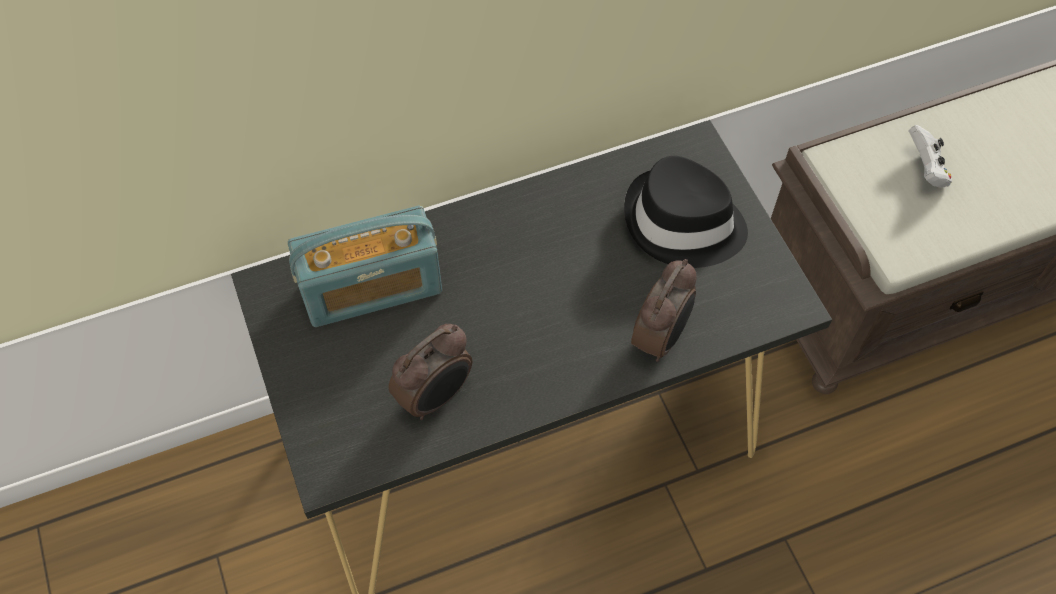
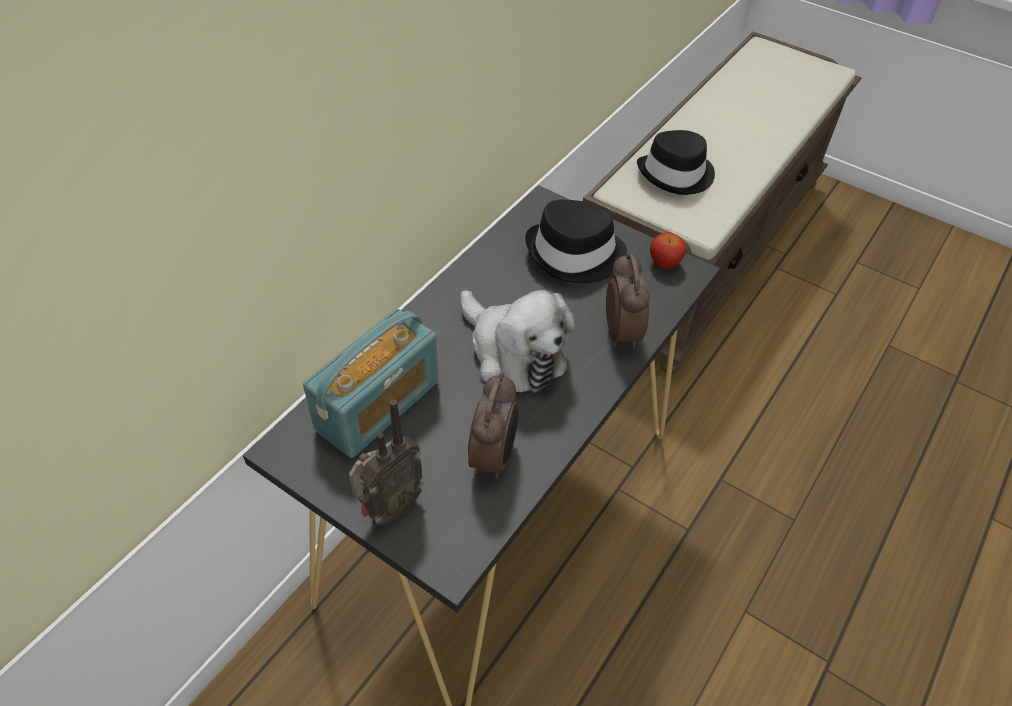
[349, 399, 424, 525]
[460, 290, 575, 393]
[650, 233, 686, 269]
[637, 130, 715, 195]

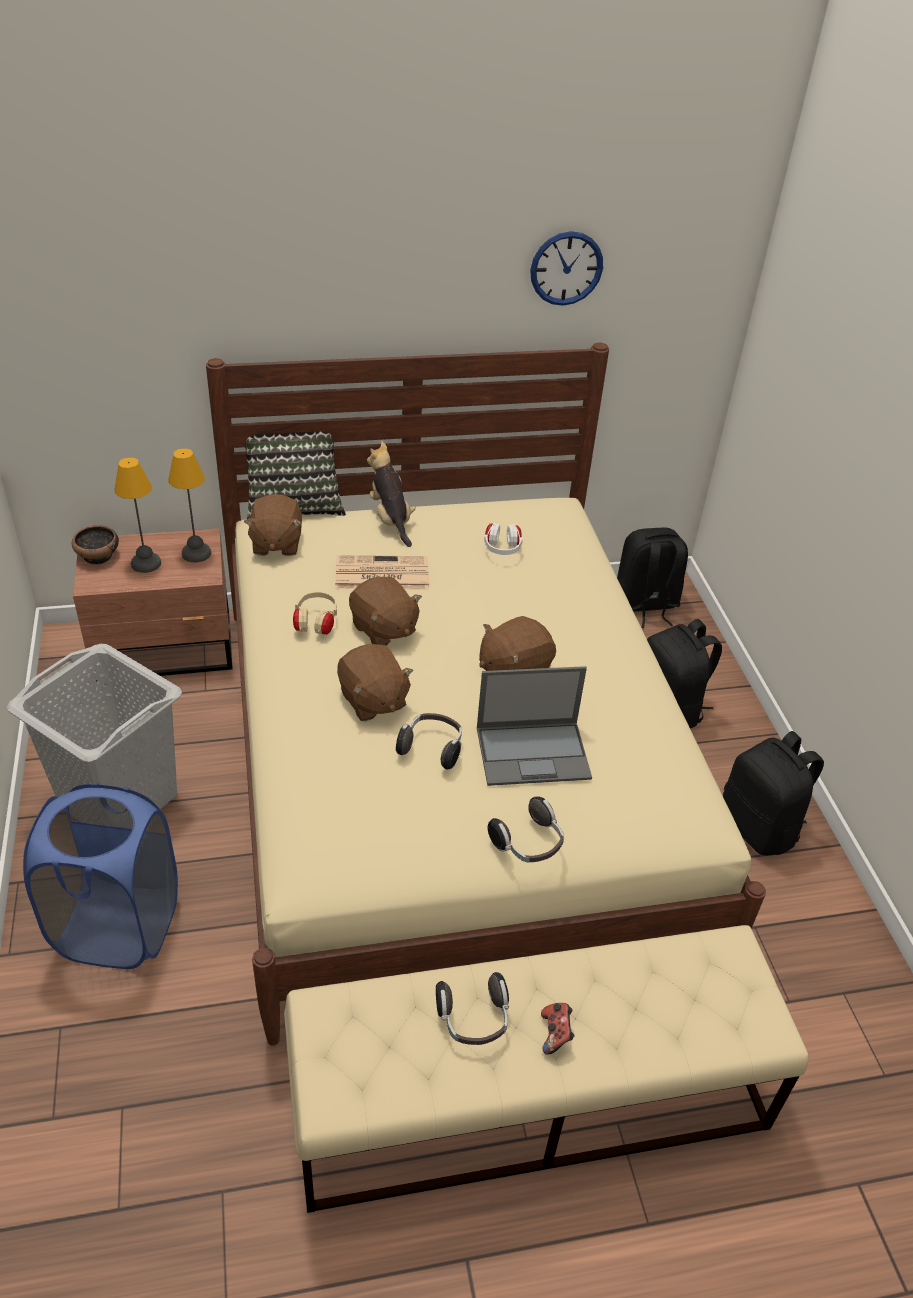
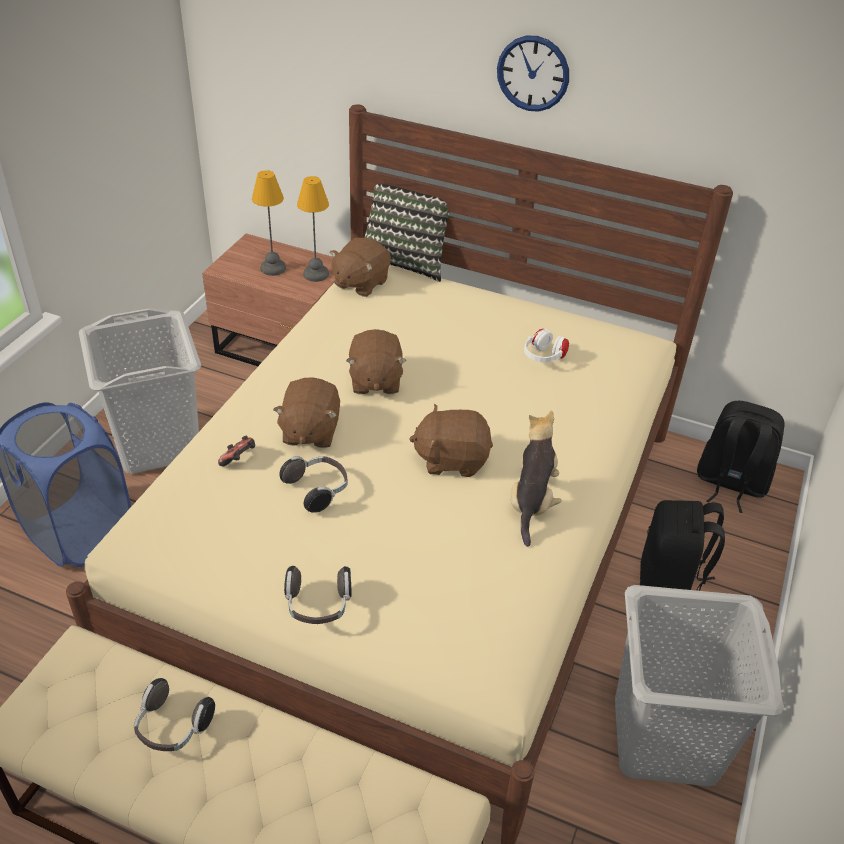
[72, 525, 119, 565] (first image)
[293, 592, 337, 635] (first image)
[335, 555, 429, 590] (first image)
[477, 666, 592, 786] (first image)
[511, 410, 561, 547]
[497, 36, 569, 112]
[218, 435, 255, 466]
[615, 585, 784, 786]

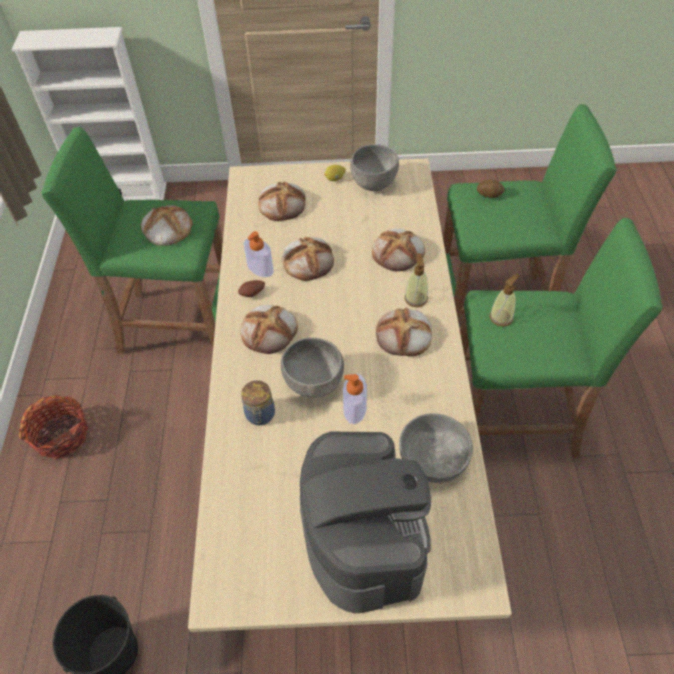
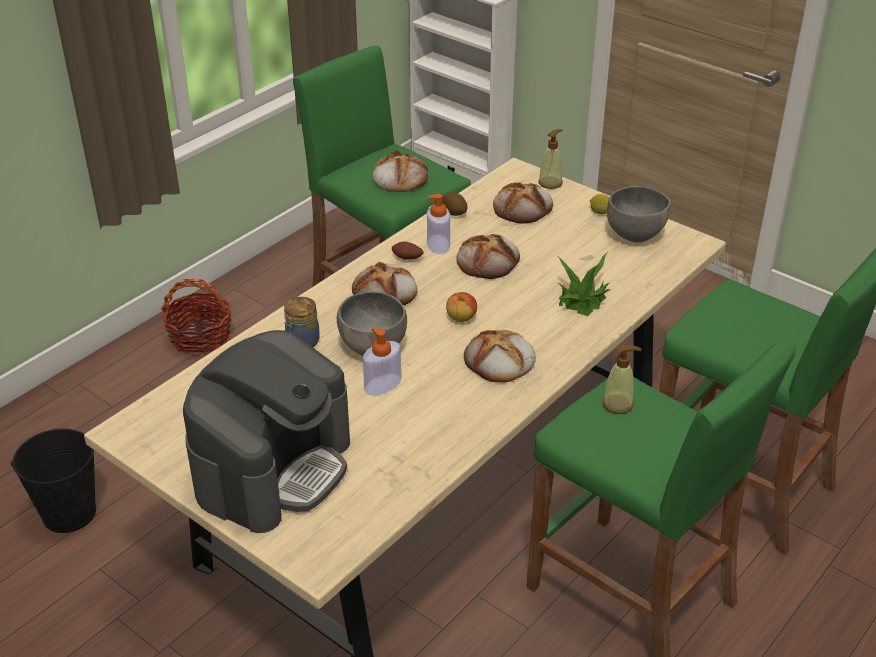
[399, 413, 473, 483] (first image)
[446, 292, 477, 322]
[538, 129, 563, 189]
[442, 192, 468, 216]
[558, 253, 611, 316]

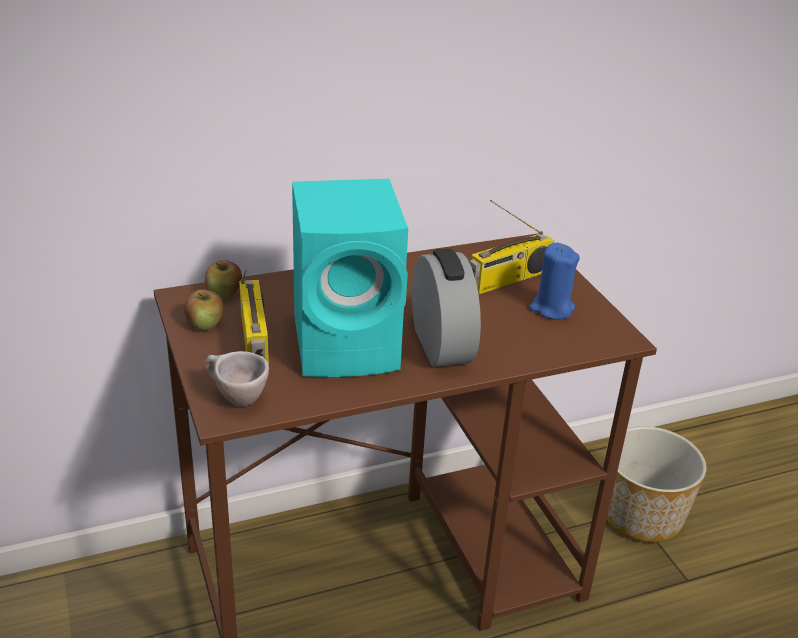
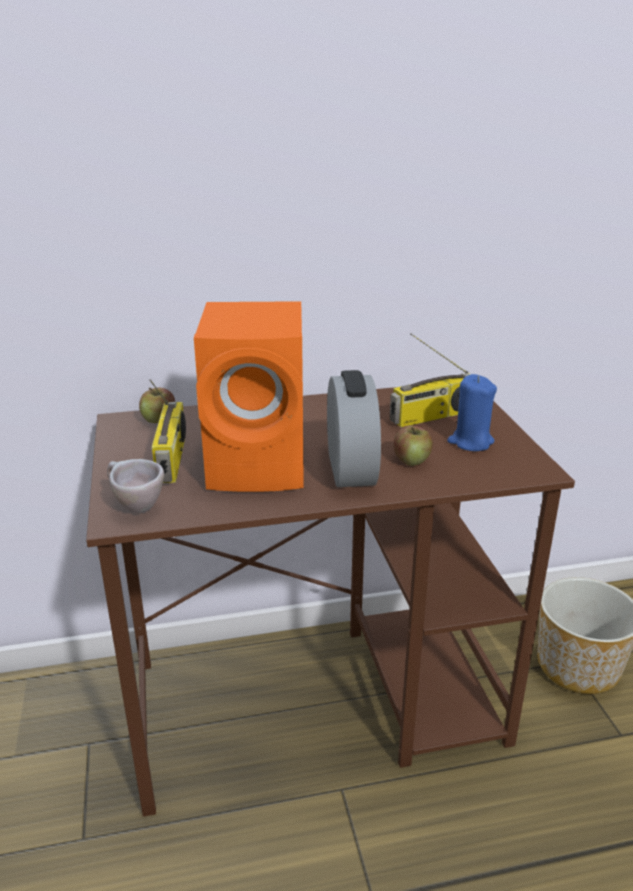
[394, 425, 433, 466]
[194, 301, 304, 492]

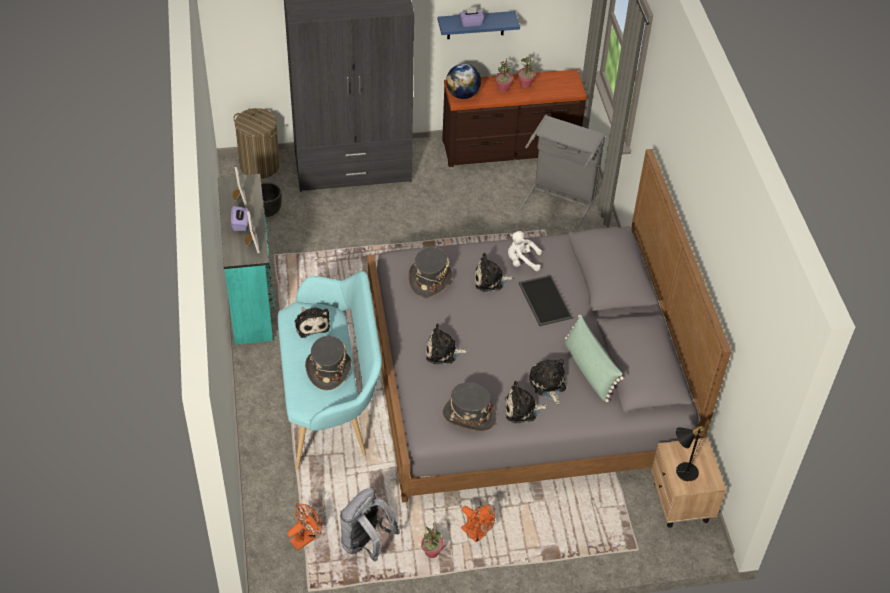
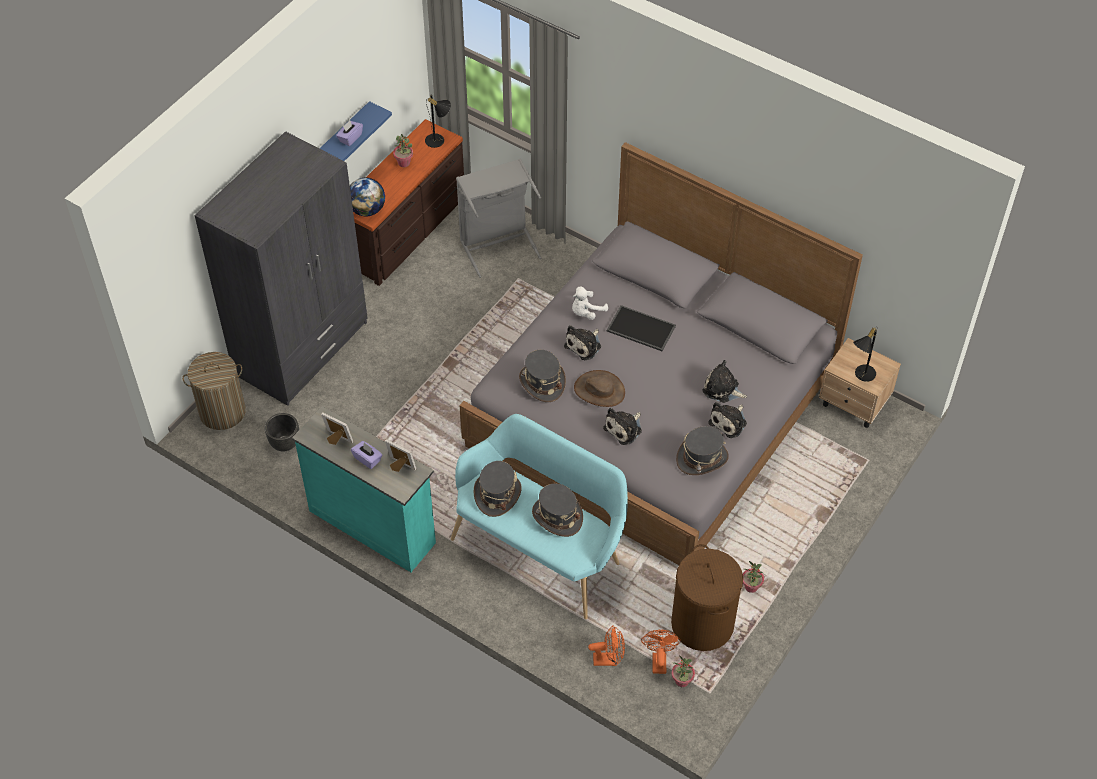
[565, 315, 624, 402] (first image)
[425, 94, 451, 148]
[574, 370, 625, 407]
[588, 625, 625, 666]
[671, 655, 695, 687]
[474, 461, 522, 517]
[671, 544, 743, 651]

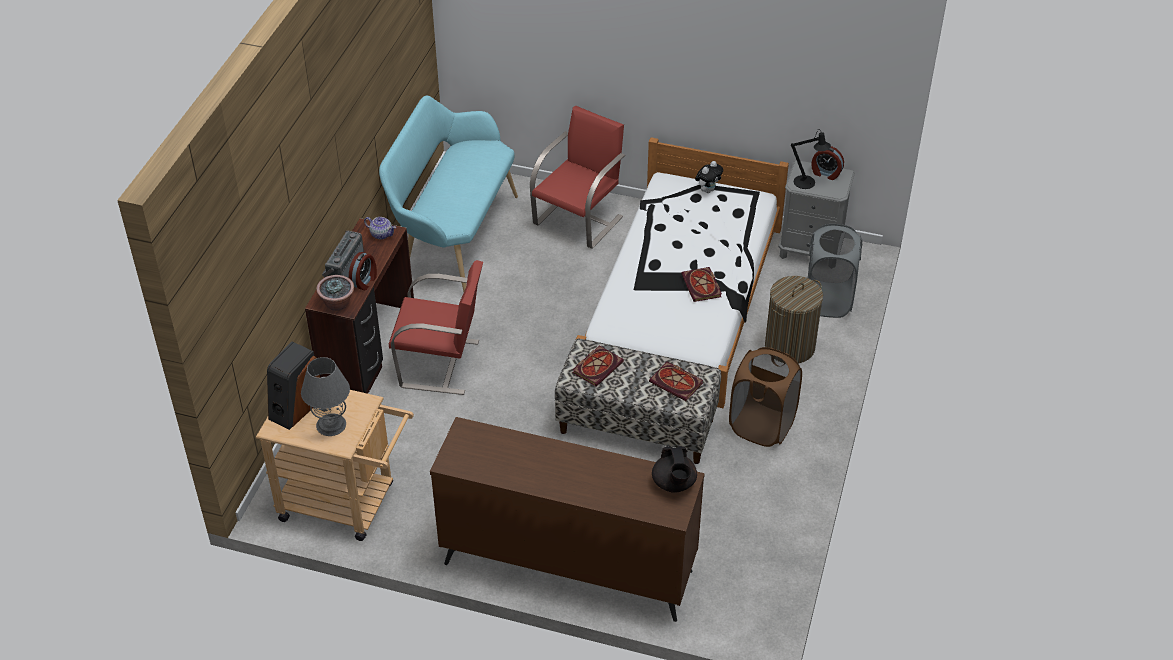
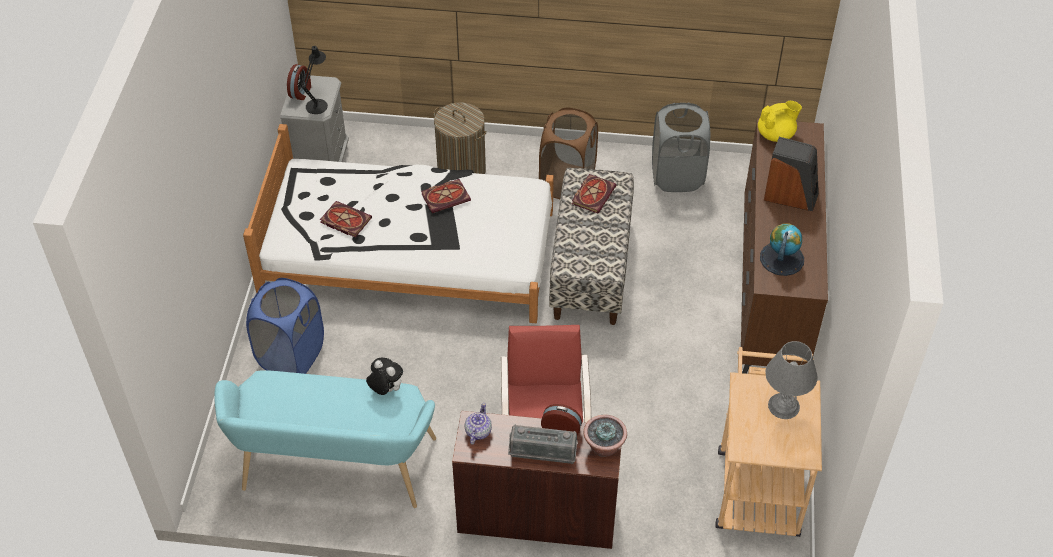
[760, 224, 804, 276]
[764, 137, 819, 211]
[320, 201, 372, 238]
[366, 358, 403, 395]
[652, 102, 710, 192]
[246, 278, 324, 374]
[758, 101, 802, 142]

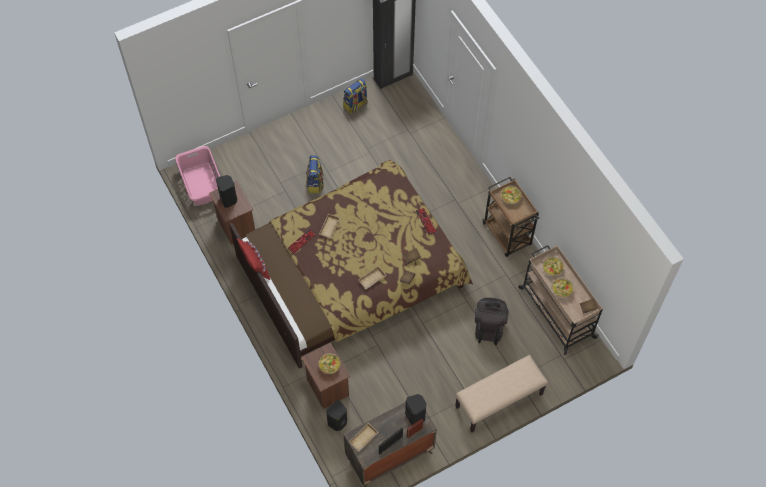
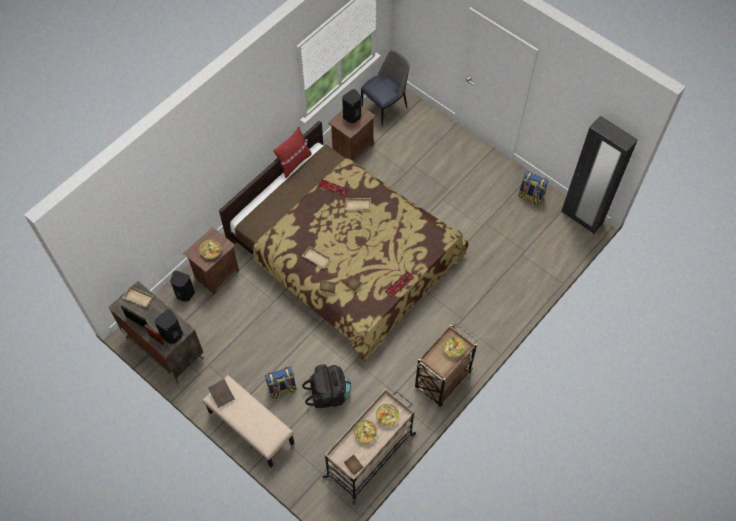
[208, 379, 235, 408]
[265, 367, 297, 399]
[361, 50, 410, 127]

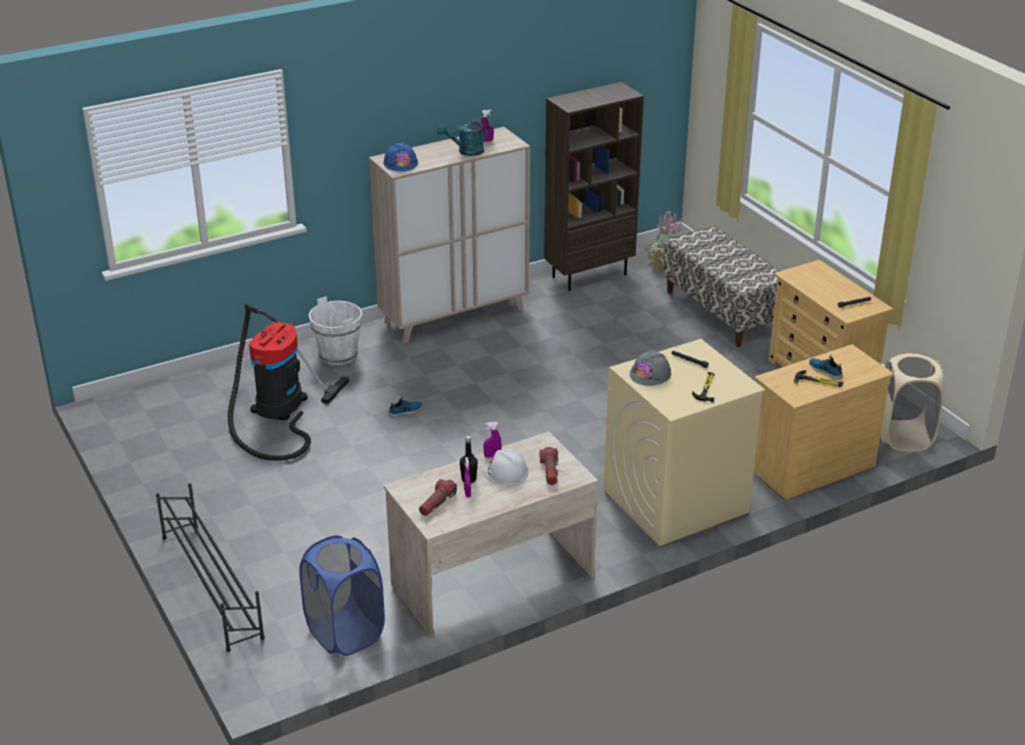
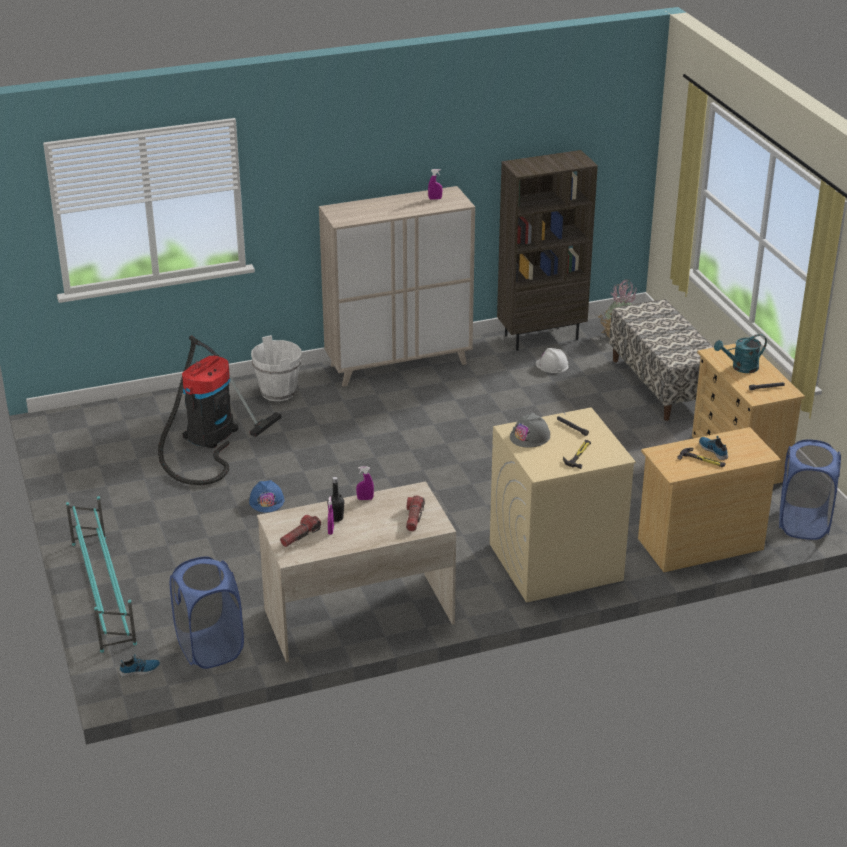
[249, 480, 285, 513]
[119, 654, 160, 677]
[714, 334, 767, 373]
[536, 348, 569, 373]
[66, 496, 137, 653]
[779, 440, 841, 540]

